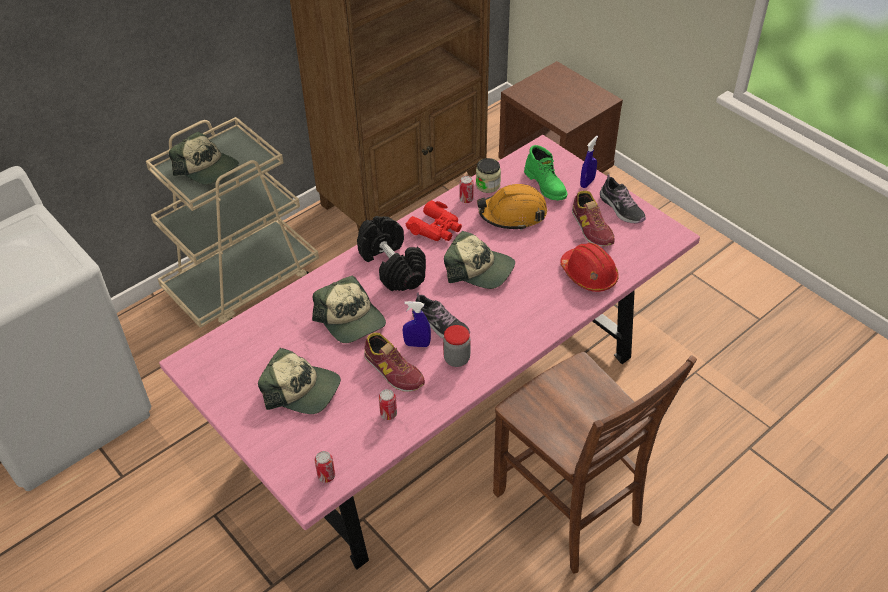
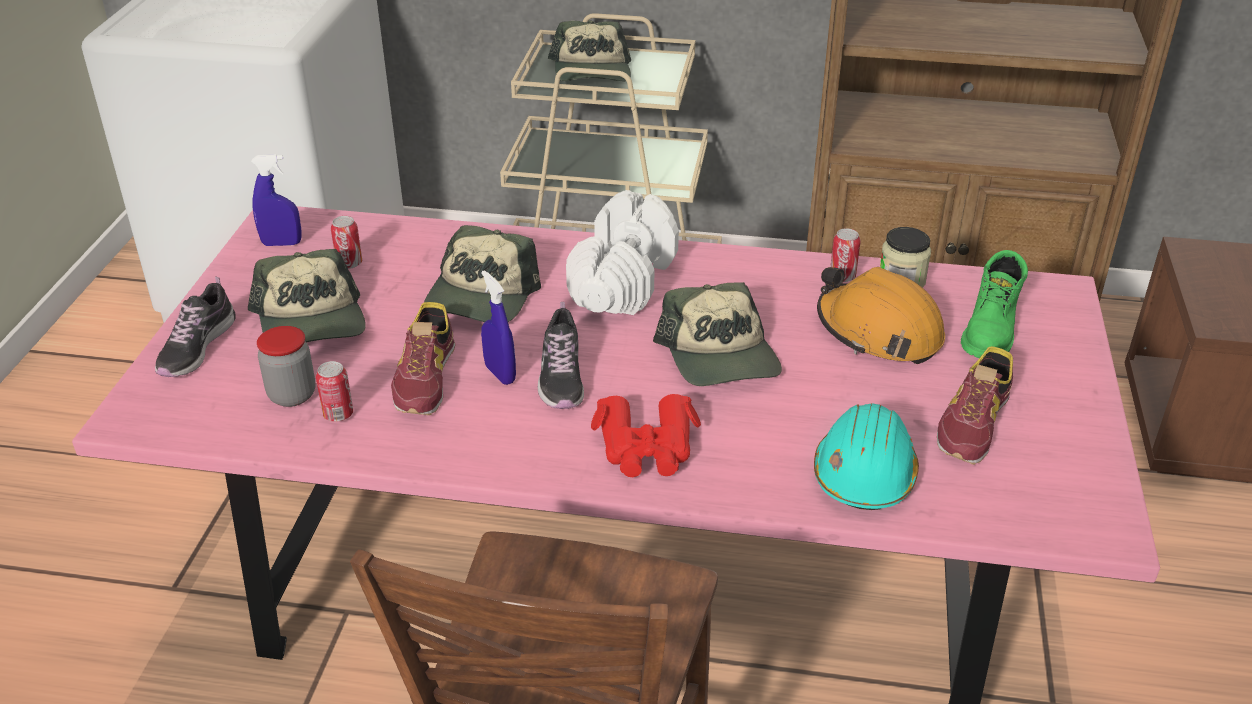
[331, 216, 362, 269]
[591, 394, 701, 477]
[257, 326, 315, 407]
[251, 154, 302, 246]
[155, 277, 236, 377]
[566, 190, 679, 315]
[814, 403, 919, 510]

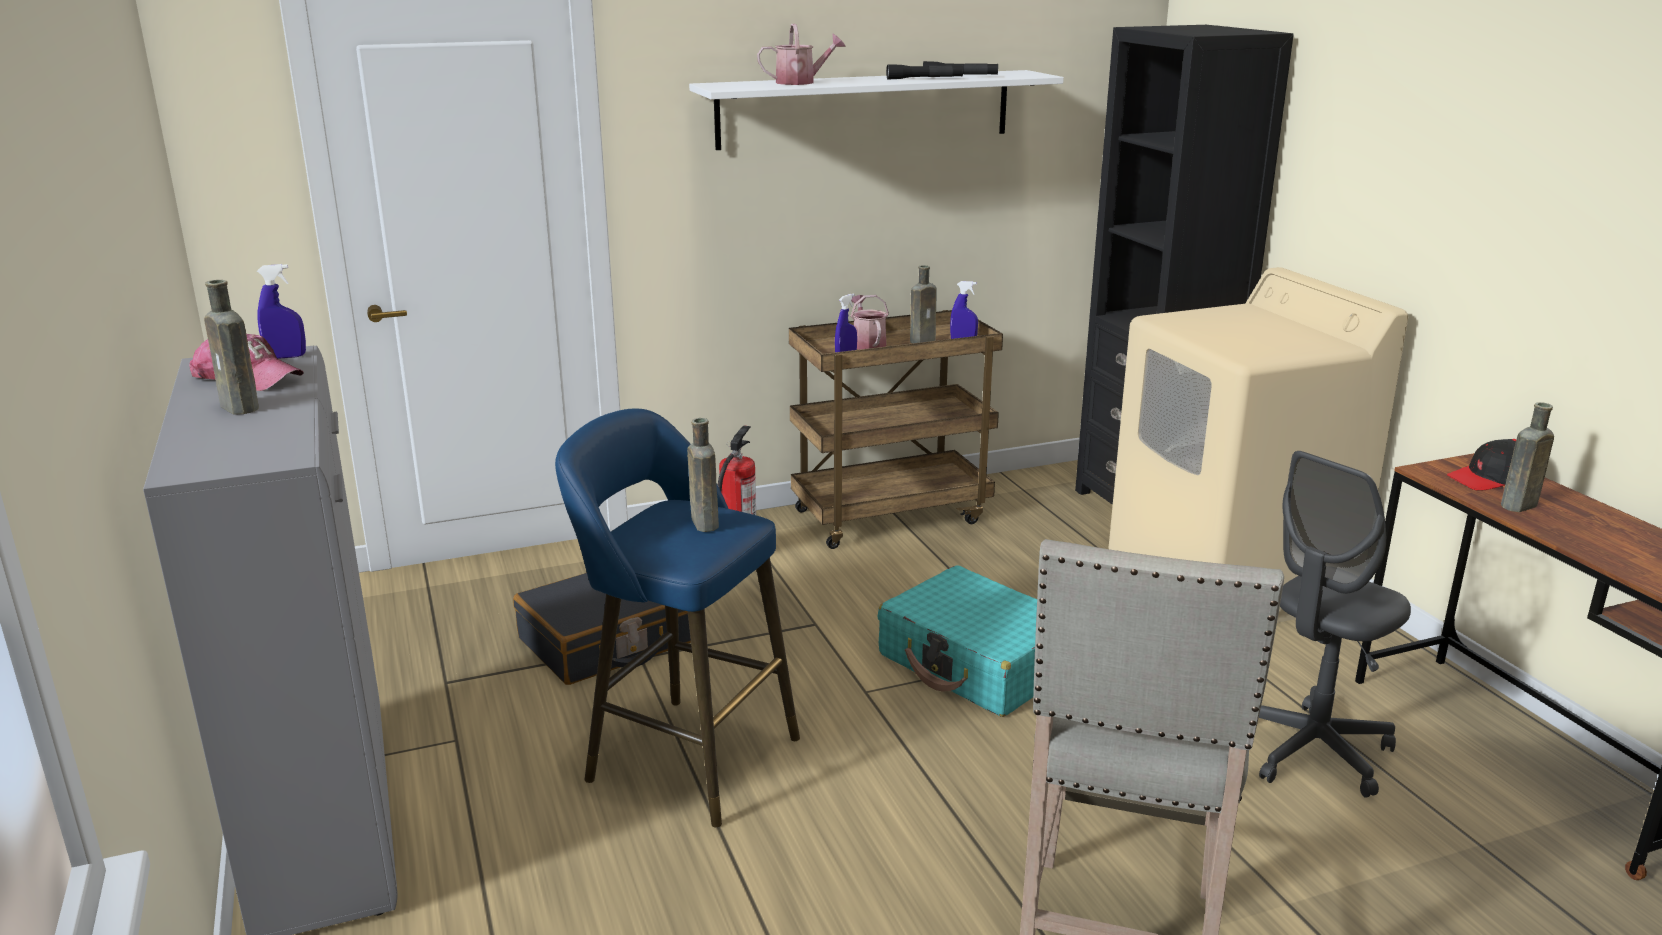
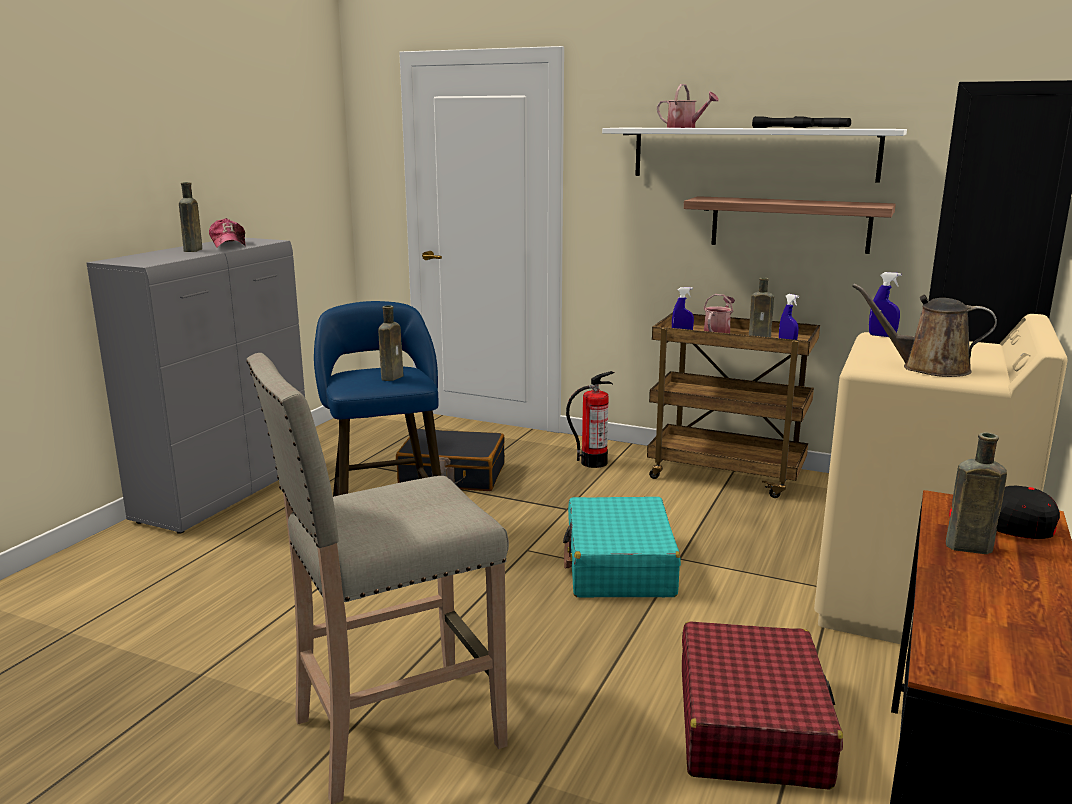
[684, 196, 896, 254]
[852, 284, 997, 377]
[869, 272, 902, 337]
[682, 621, 843, 790]

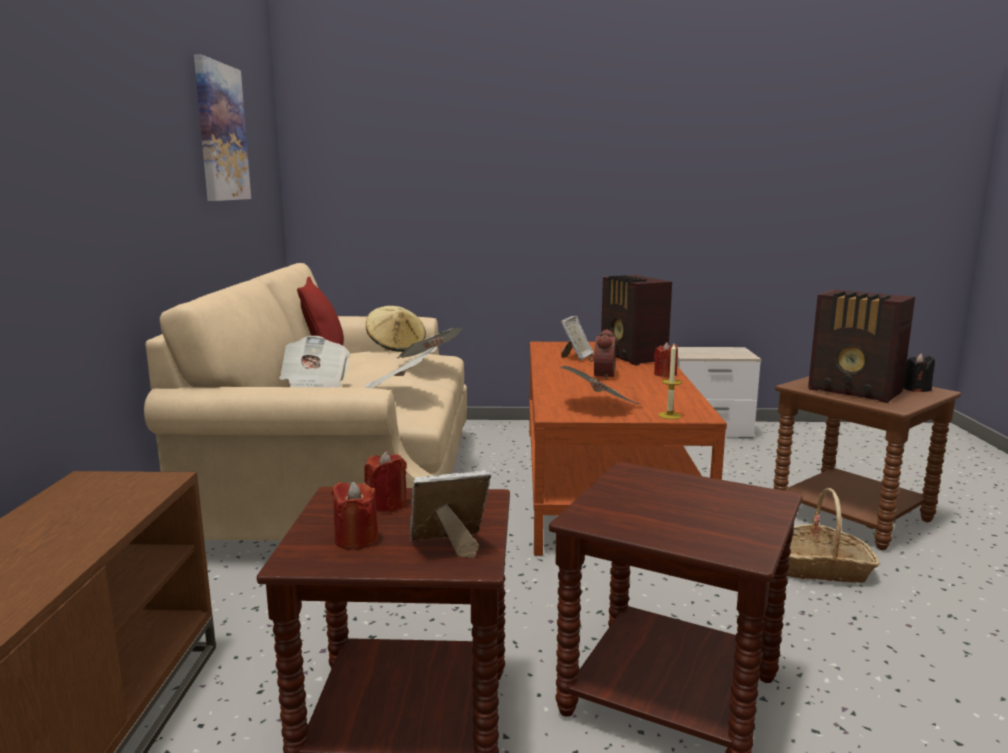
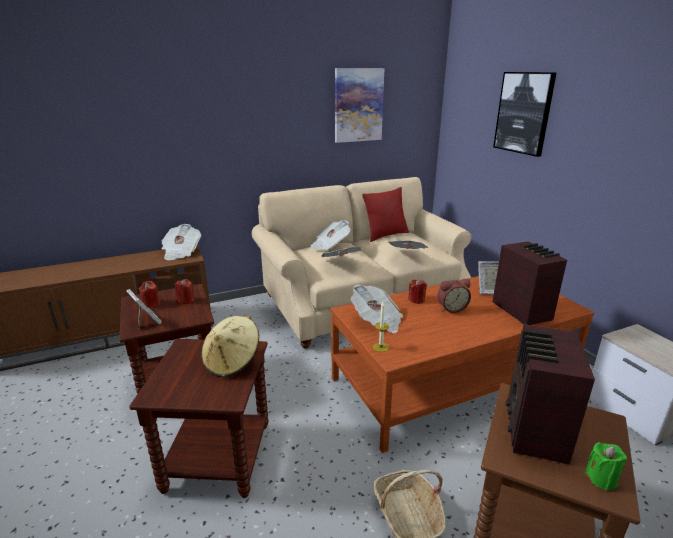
[162, 224, 201, 260]
[493, 72, 557, 157]
[202, 315, 259, 378]
[408, 279, 427, 304]
[585, 442, 627, 491]
[492, 241, 567, 325]

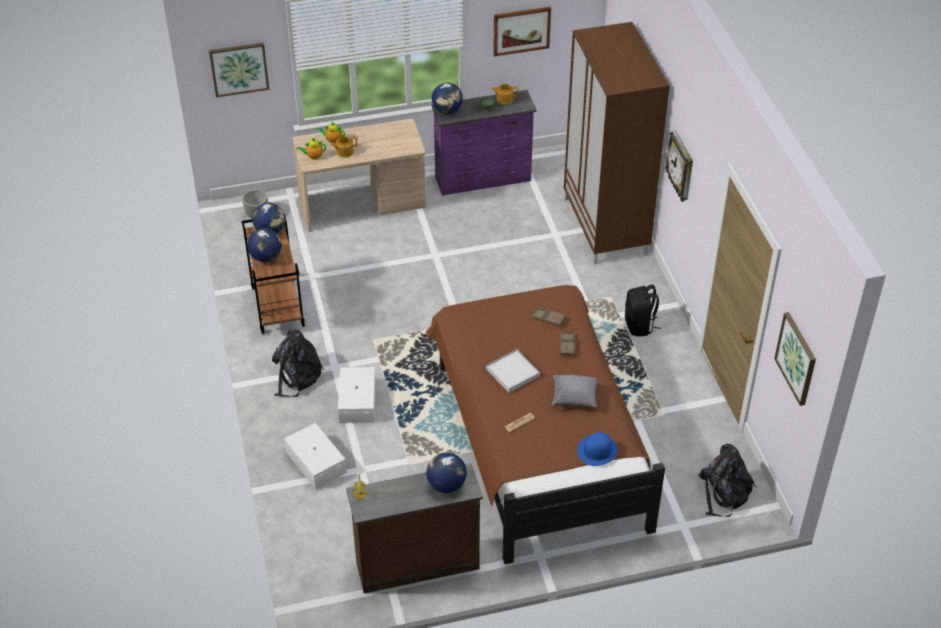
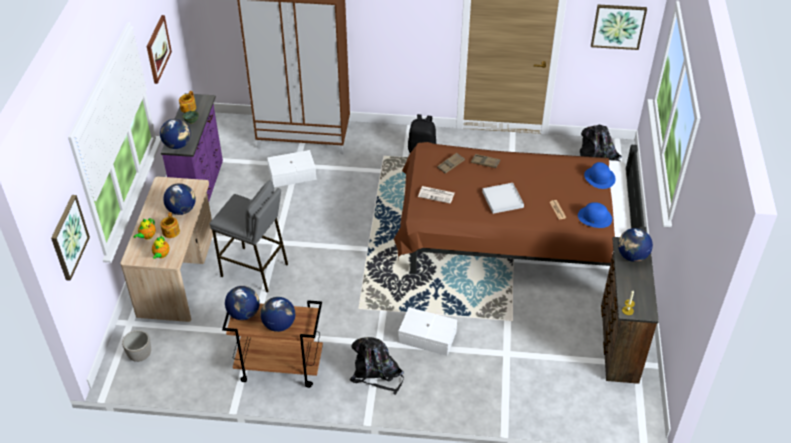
[552, 375, 597, 407] (first image)
[665, 130, 693, 202] (first image)
[163, 183, 196, 215]
[210, 180, 288, 293]
[418, 186, 455, 204]
[578, 202, 612, 228]
[267, 150, 316, 187]

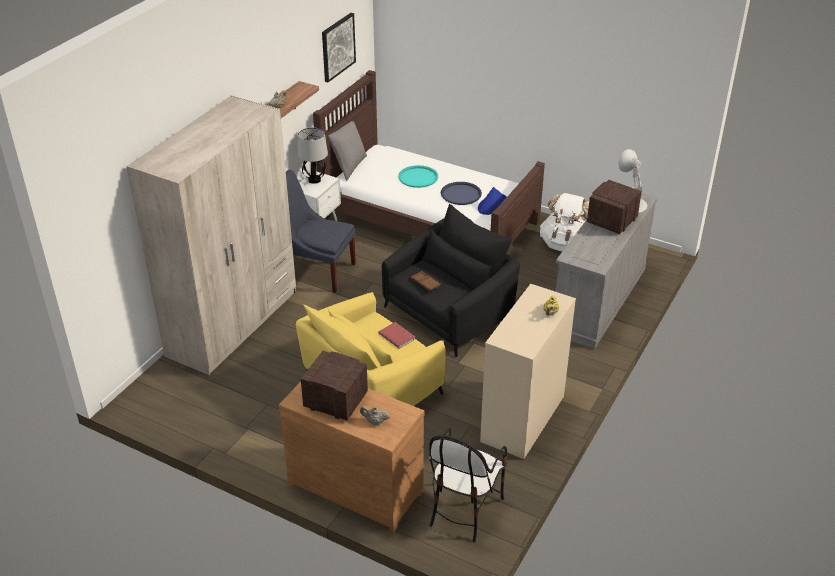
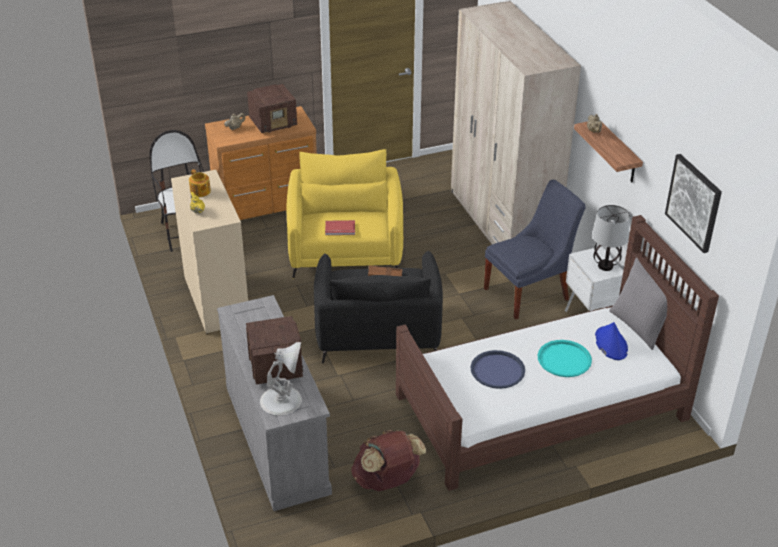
[189, 169, 211, 197]
[595, 322, 628, 360]
[351, 430, 426, 491]

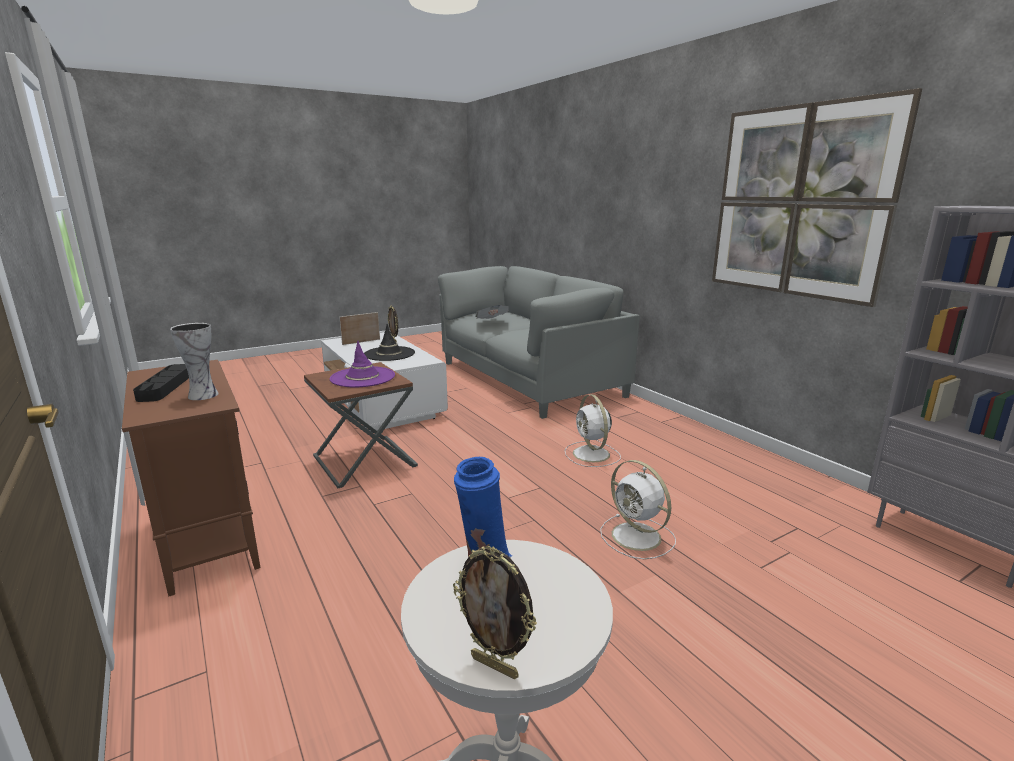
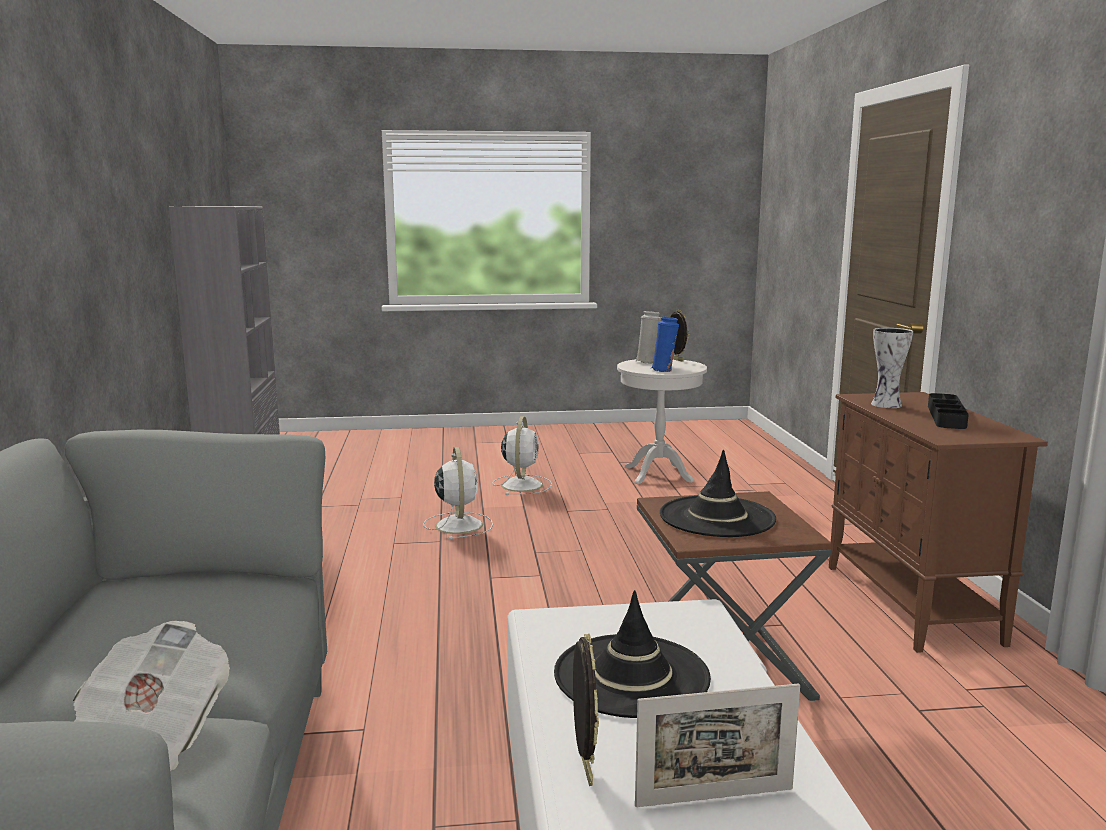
[712, 88, 922, 307] (first image)
[636, 311, 661, 364]
[492, 416, 552, 495]
[660, 450, 776, 537]

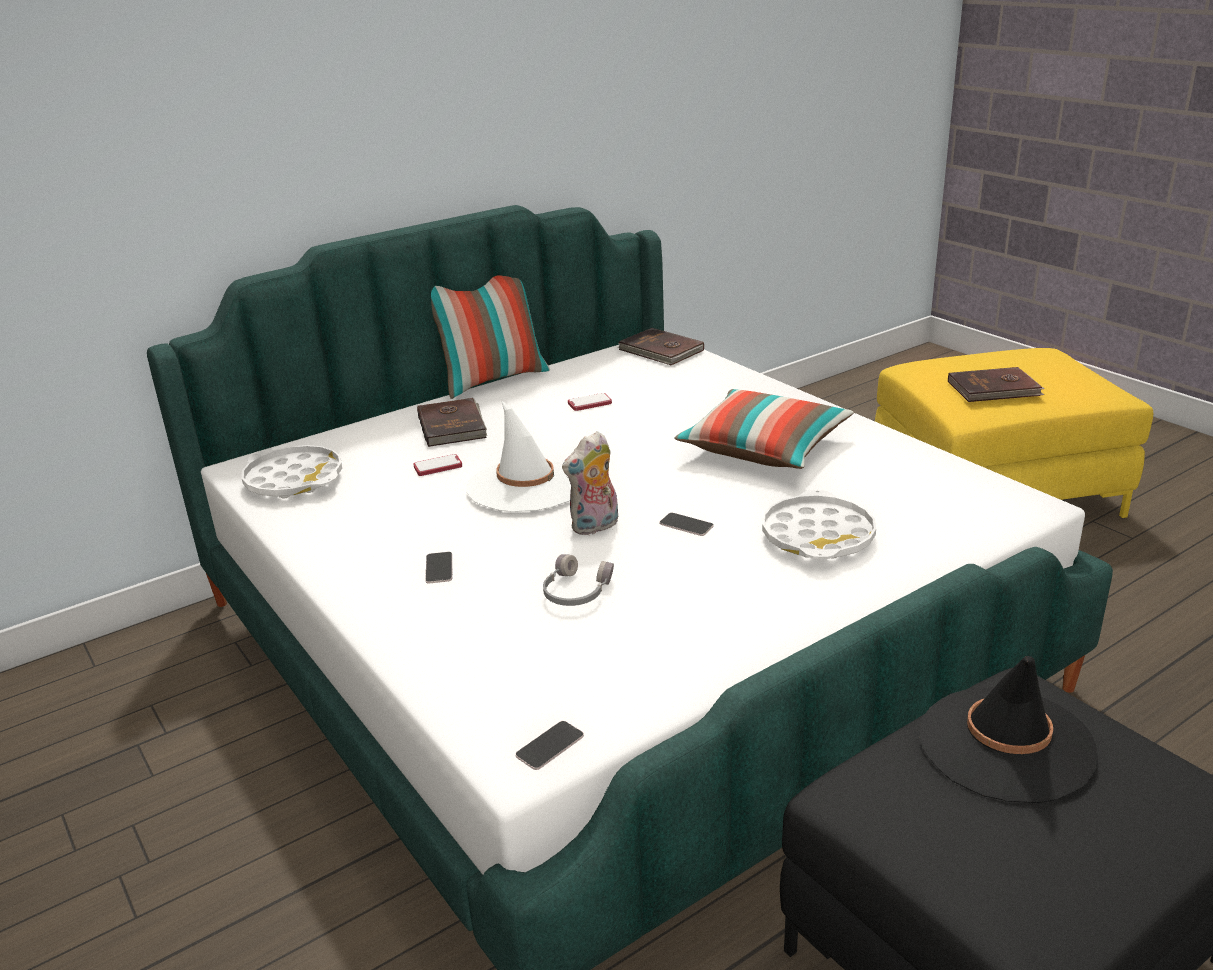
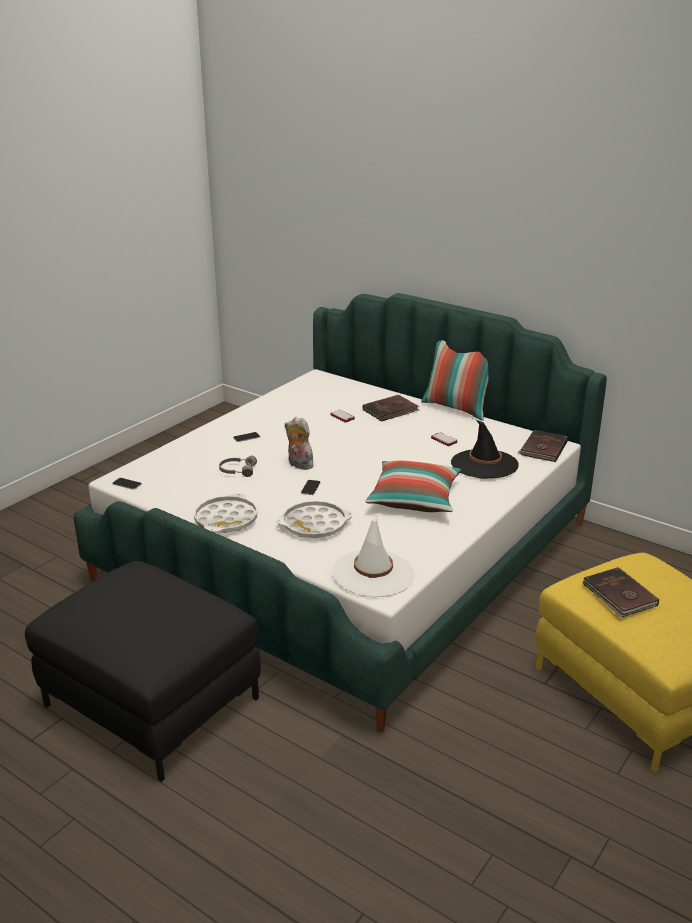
[194, 493, 257, 533]
[332, 514, 415, 597]
[451, 420, 519, 478]

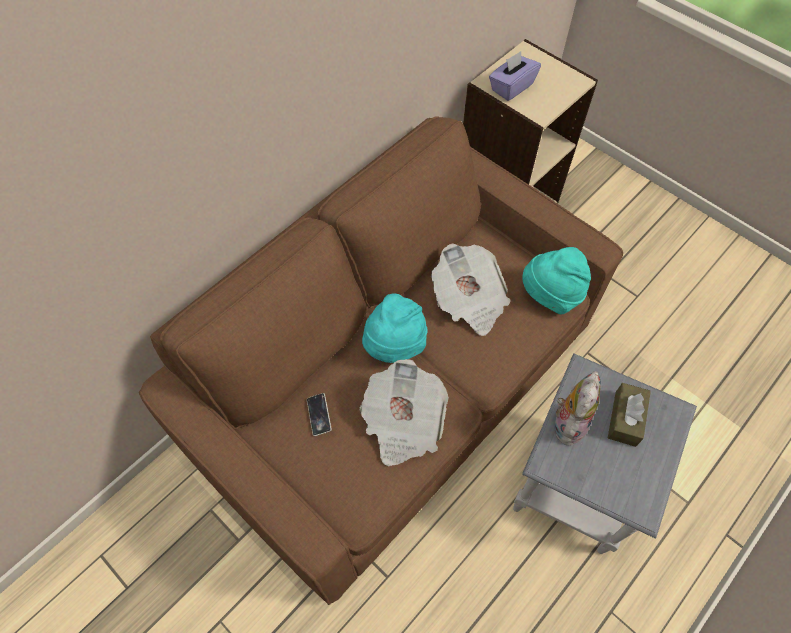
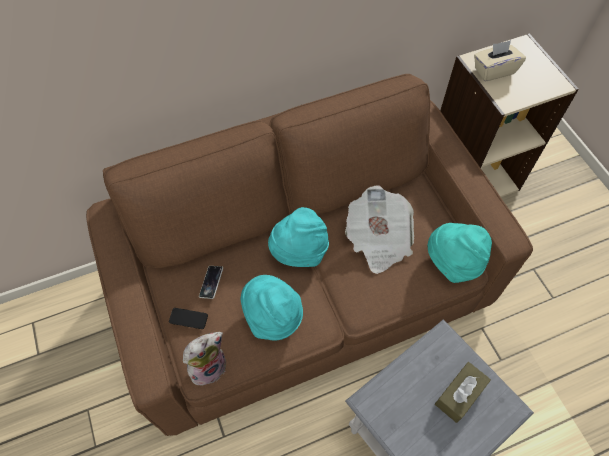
[169, 308, 208, 329]
[183, 332, 226, 387]
[240, 275, 303, 341]
[474, 40, 526, 81]

